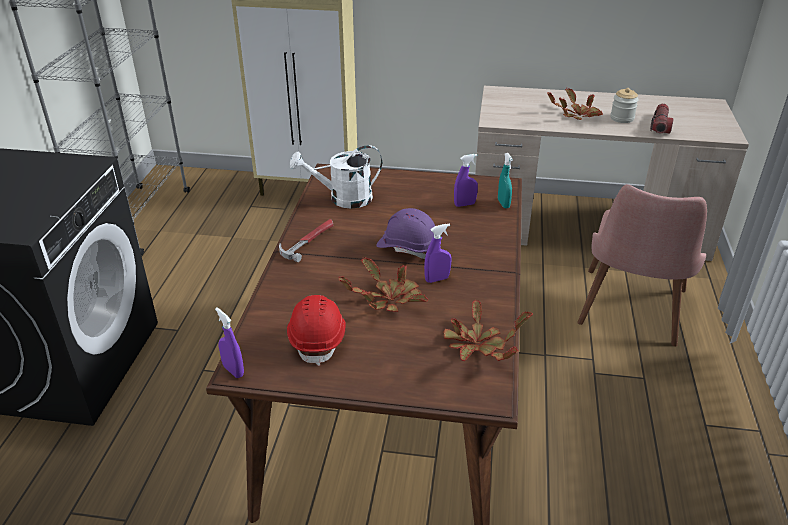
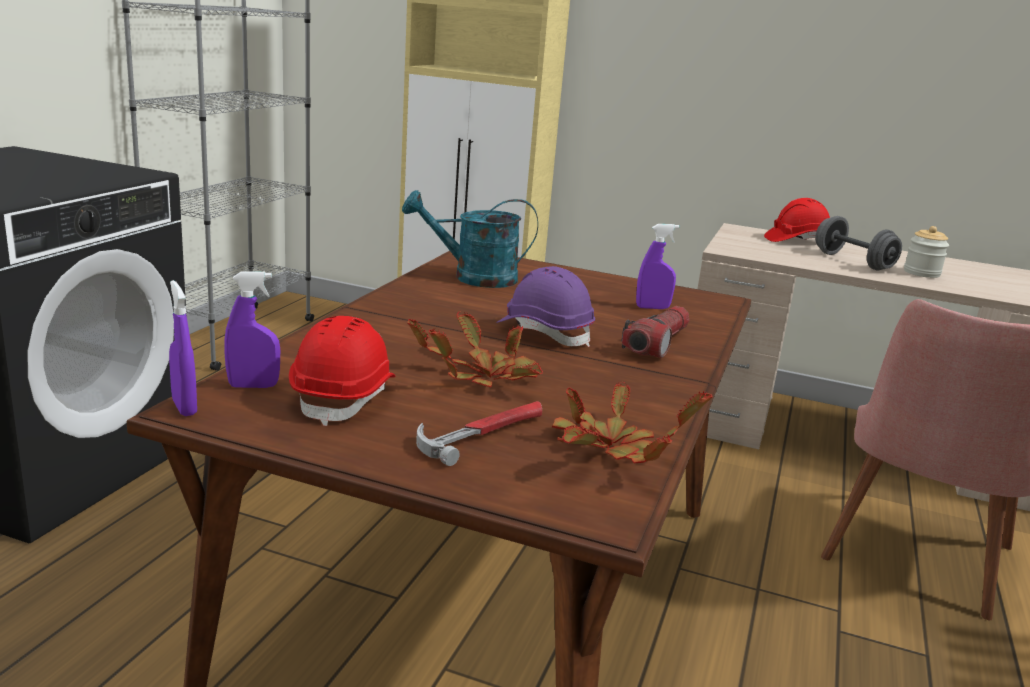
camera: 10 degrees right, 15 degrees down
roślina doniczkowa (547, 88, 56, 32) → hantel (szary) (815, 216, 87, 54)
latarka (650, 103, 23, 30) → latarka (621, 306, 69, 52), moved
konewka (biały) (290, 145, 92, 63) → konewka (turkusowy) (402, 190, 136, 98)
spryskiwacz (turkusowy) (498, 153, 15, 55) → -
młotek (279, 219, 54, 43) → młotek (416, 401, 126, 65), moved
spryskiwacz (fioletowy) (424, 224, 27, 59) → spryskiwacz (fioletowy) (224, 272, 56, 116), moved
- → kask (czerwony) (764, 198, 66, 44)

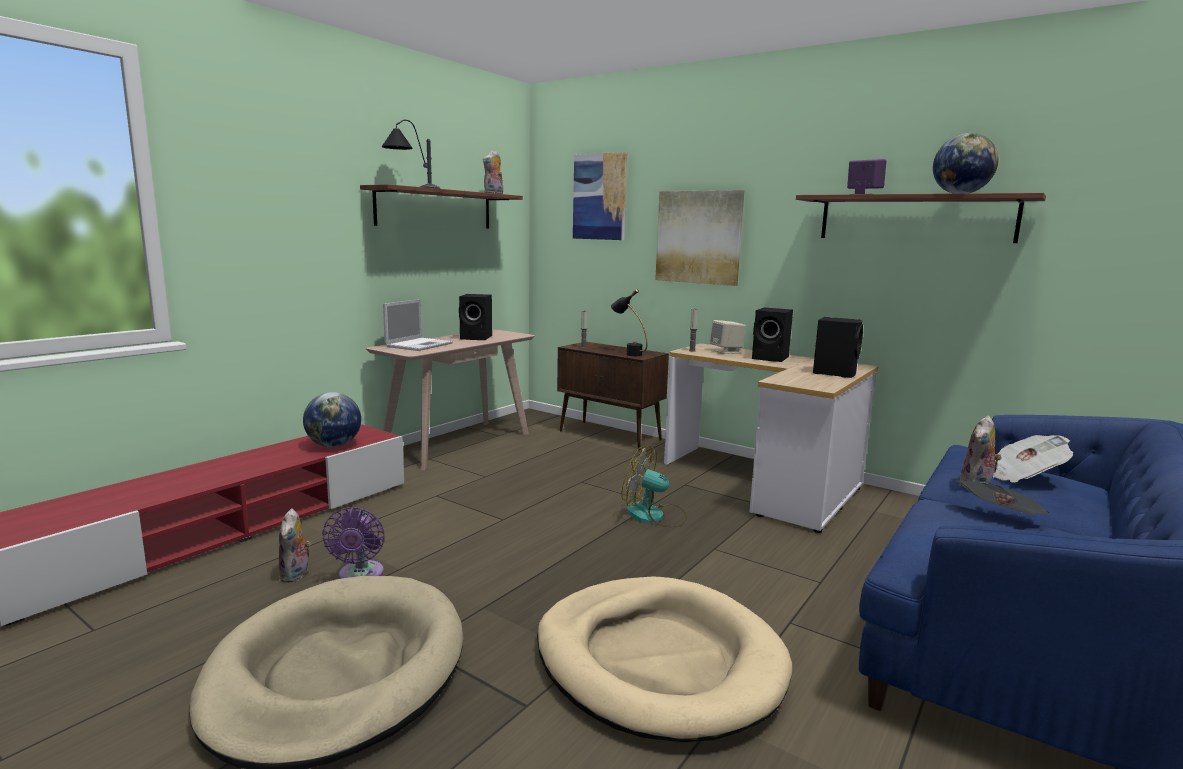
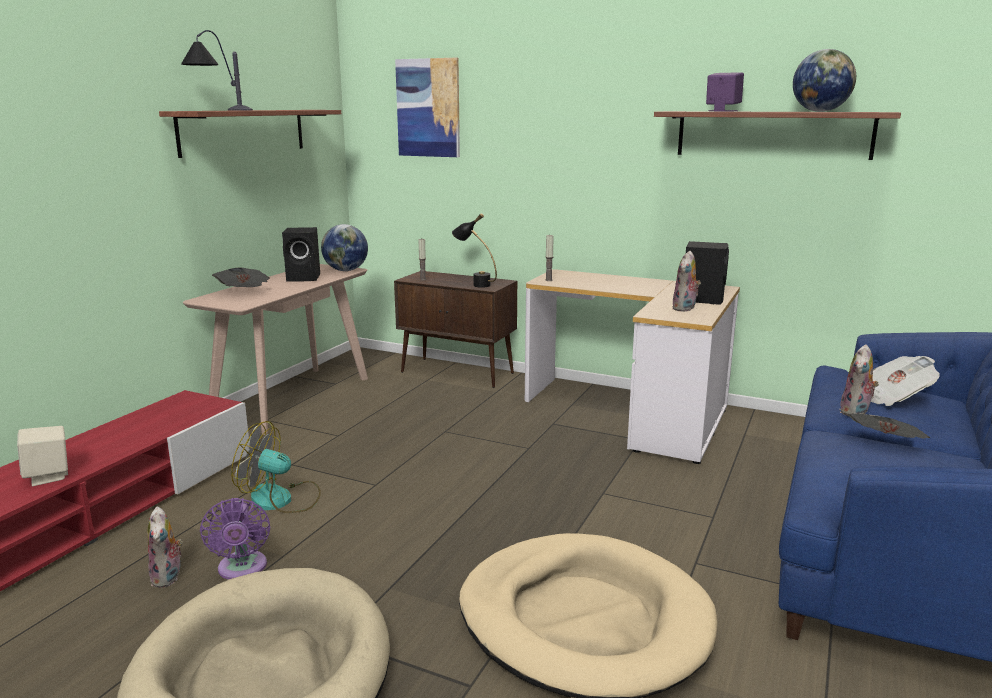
camera: 10 degrees left, 5 degrees up
pluszak (483, 151, 20, 43) → pluszak (672, 251, 29, 61), moved
obraz (655, 190, 89, 96) → -
laptop (383, 299, 70, 52) → gazeta (212, 268, 58, 19)
głośnik (czarny) (752, 308, 41, 54) → -
głośnik (beżowy) (710, 320, 36, 34) → głośnik (beżowy) (17, 426, 51, 60), moved
globus (303, 392, 58, 55) → globus (321, 224, 47, 47), moved
wentylator (621, 445, 66, 82) → wentylator (231, 421, 90, 92), moved

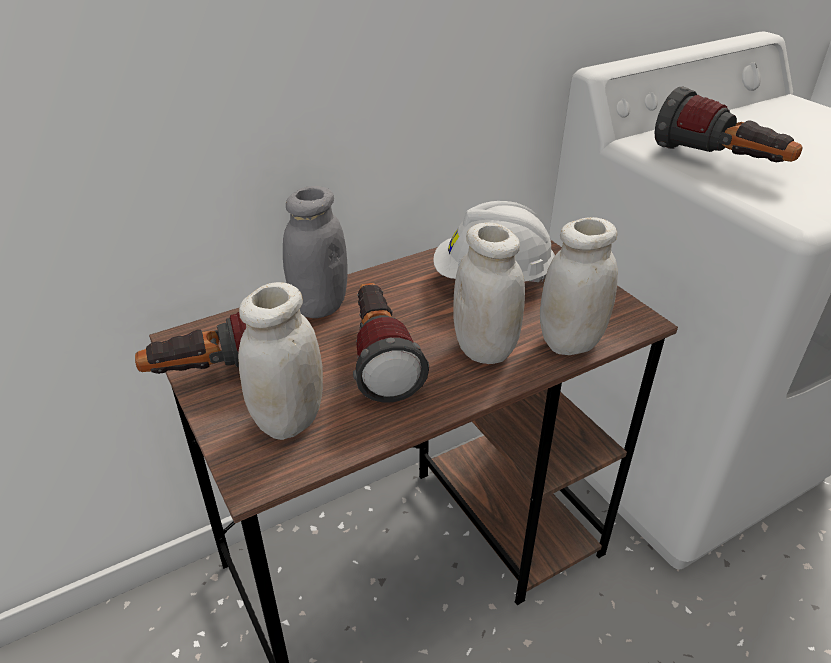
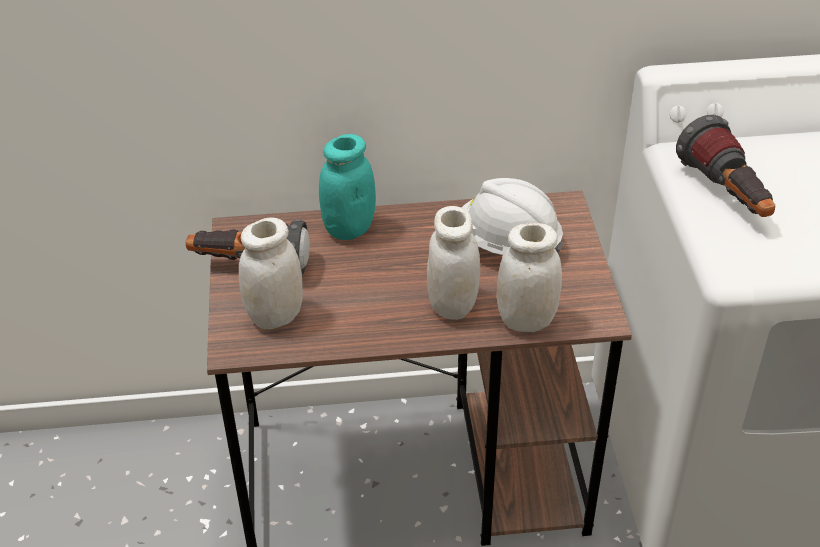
camera: 25 degrees right, 5 degrees up
słoik (szary) (283, 186, 64, 132) → słoik (turkusowy) (319, 134, 57, 106)
latarka (353, 283, 76, 120) → -

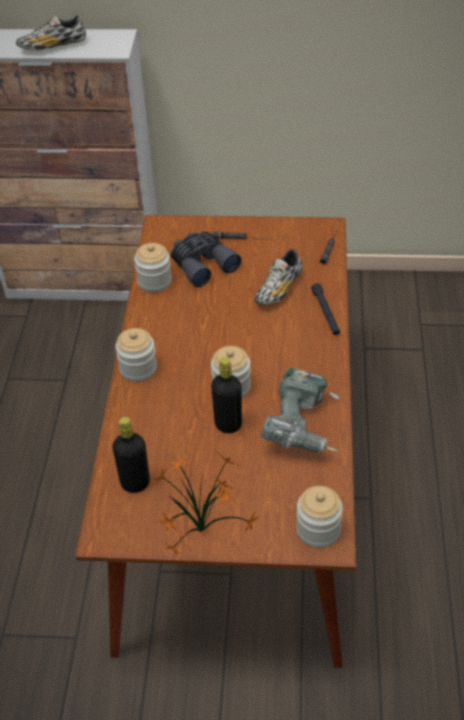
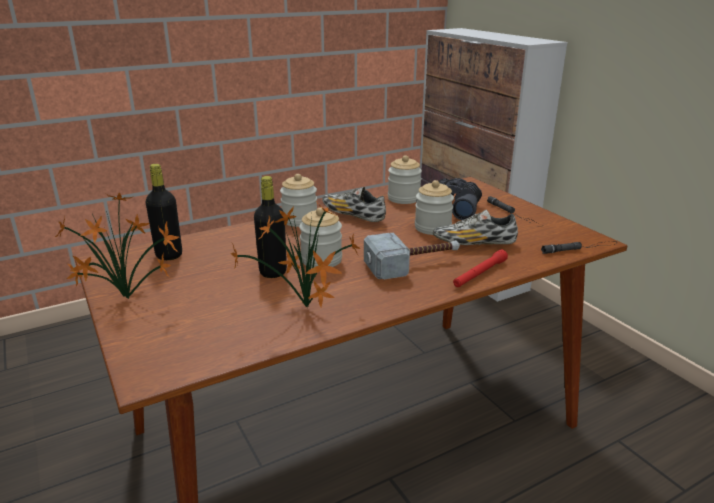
camera: 55 degrees right, 20 degrees down
but (16, 15, 70, 35) → but (322, 187, 64, 35), moved
latarka (czarny) (311, 283, 29, 52) → latarka (czerwony) (453, 249, 55, 38)
wiertarka (261, 368, 79, 85) → roślina doniczkowa (231, 201, 129, 106)
słoik (296, 486, 47, 62) → słoik (415, 180, 39, 55), moved
- → młotek (364, 233, 96, 46)

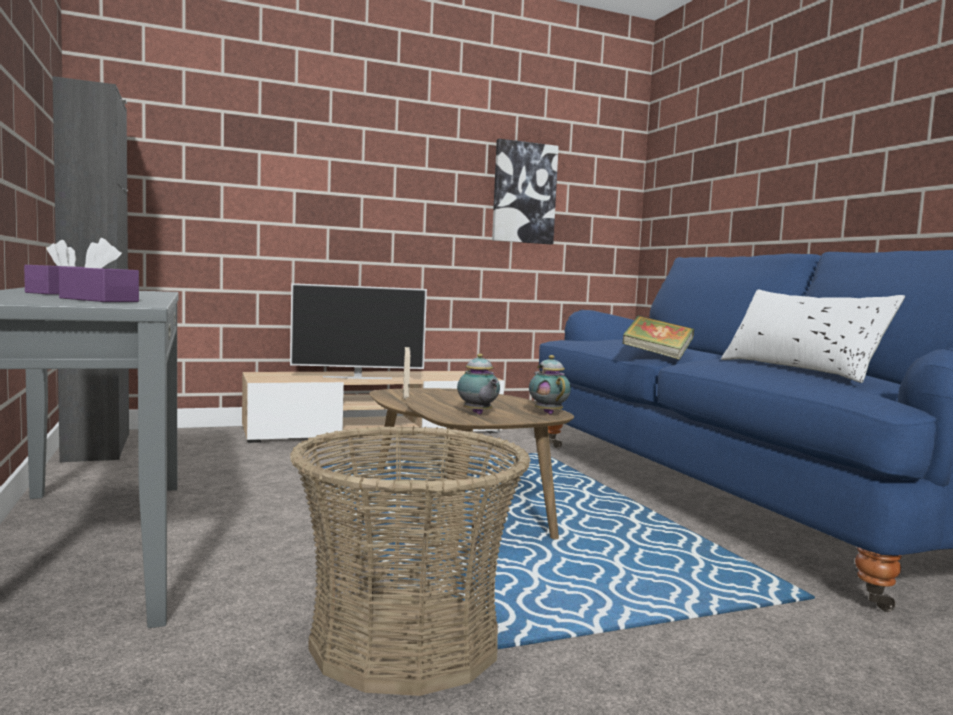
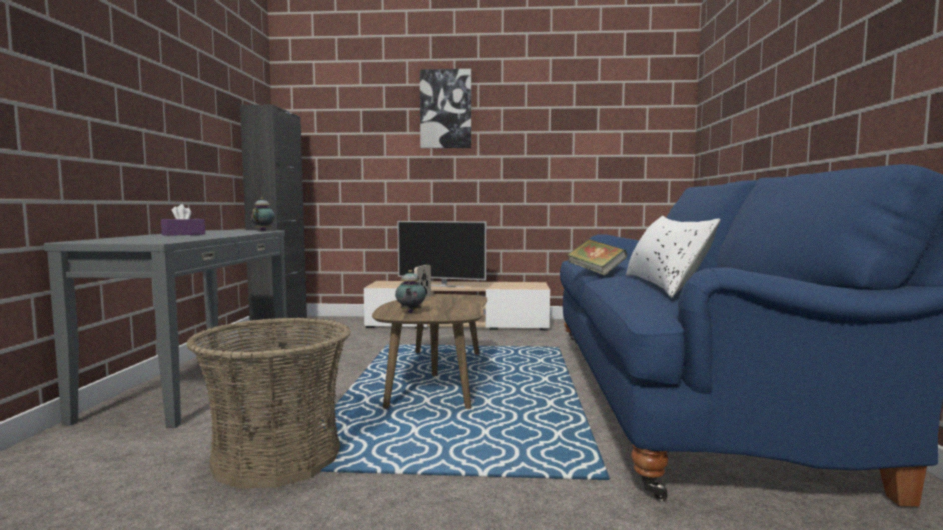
camera: 25 degrees right, 0 degrees up
obraz (492, 139, 67, 105) → obraz (420, 69, 51, 79), moved
pudełko chusteczek (fioletowy) (59, 238, 80, 64) → -
imbryk (529, 355, 42, 60) → imbryk (250, 197, 25, 34), moved

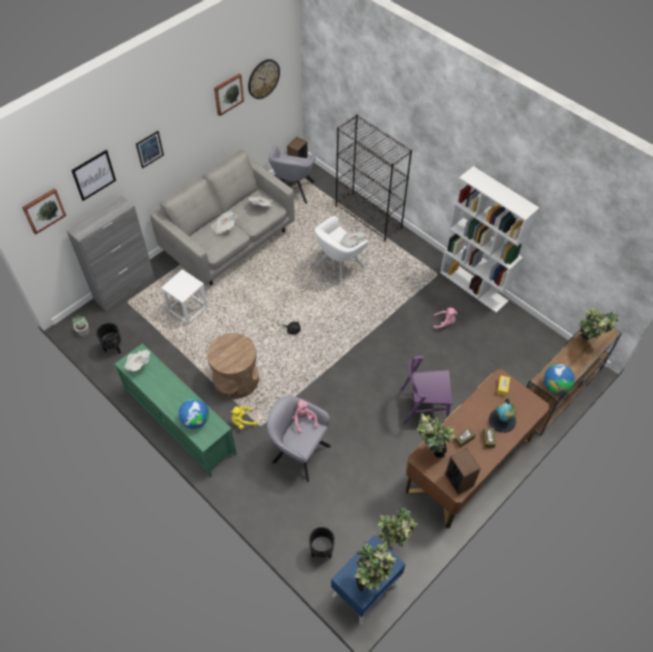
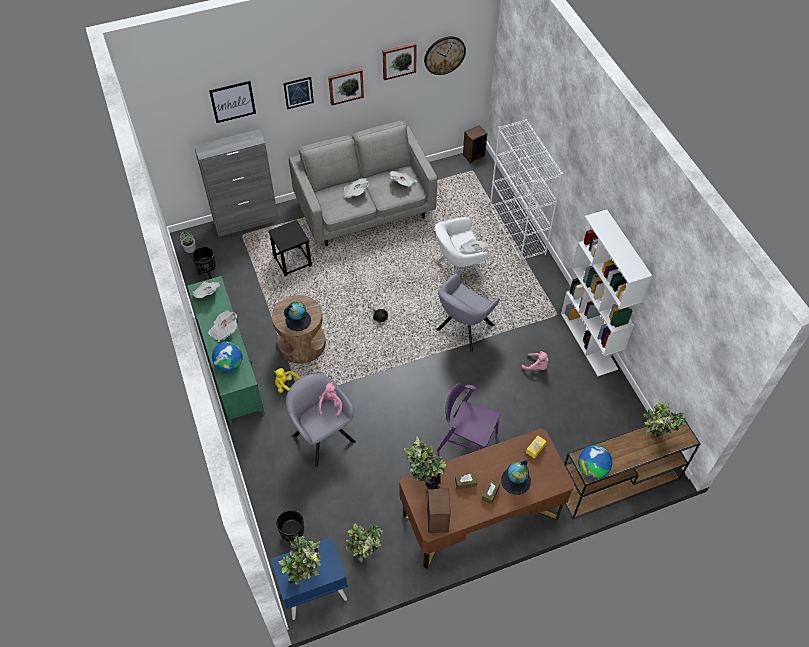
camera: 25 degrees right, 0 degrees up
regał (czarny) (335, 114, 77, 128) → regał (biały) (489, 119, 74, 144)
fotel (szary) (268, 145, 48, 59) → fotel (szary) (436, 274, 64, 78), moved
obraz (22, 188, 44, 47) → obraz (328, 68, 36, 37), moved
stołek (biały) (161, 269, 47, 56) → stołek (czarny) (268, 220, 44, 57)
- → globus (284, 301, 27, 30)
- → gazeta (208, 310, 29, 32)

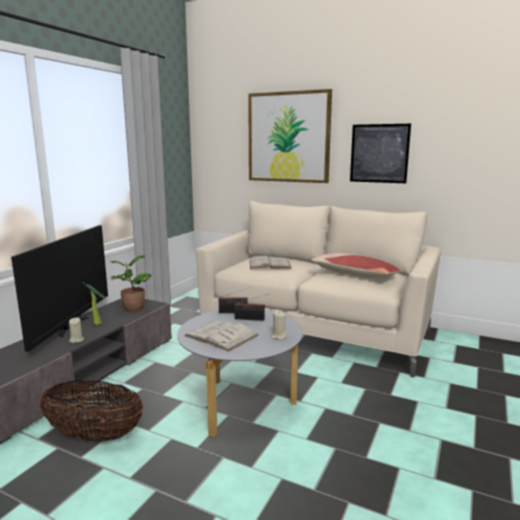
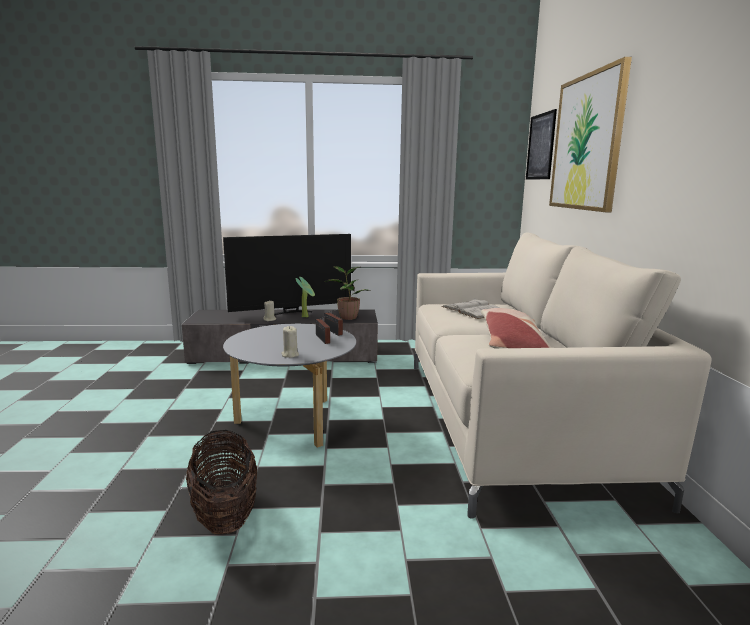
camera: 60 degrees right, 0 degrees up
obraz (350, 124, 61, 59) → obraz (526, 109, 31, 71), moved
książka (biały) (184, 320, 74, 32) → -
koszyk (40, 380, 103, 61) → koszyk (186, 430, 71, 105), moved

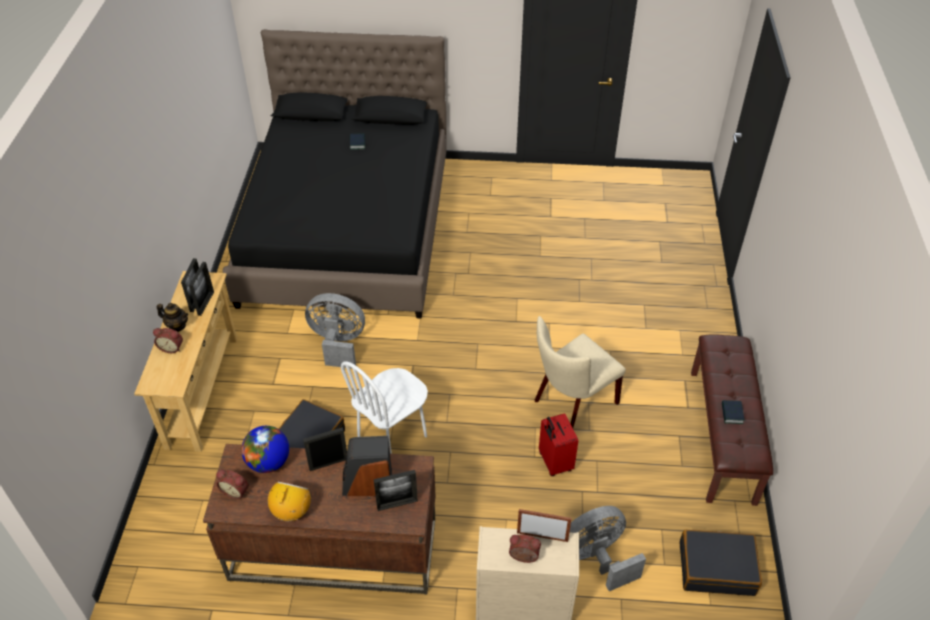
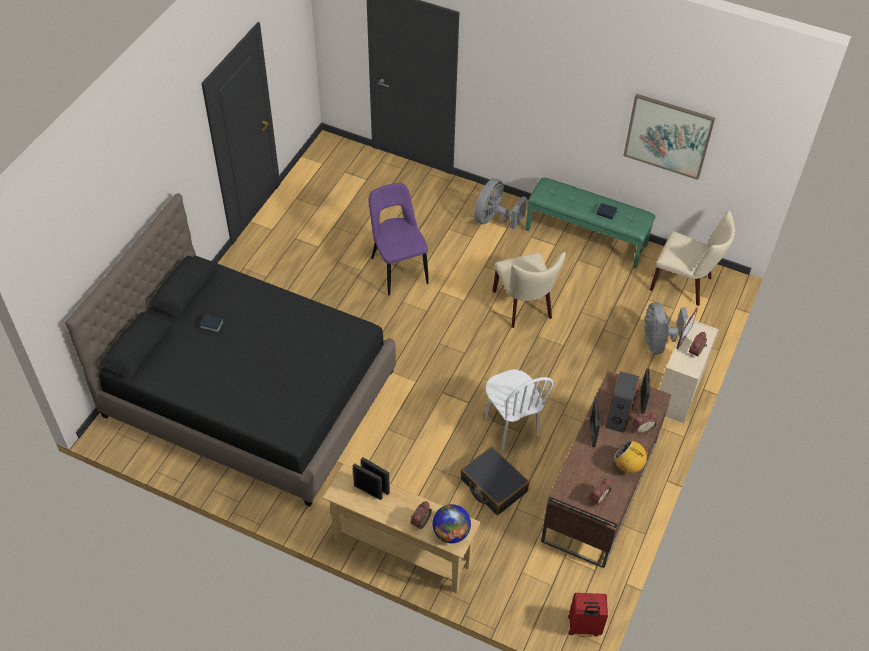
camera: 70 degrees left, 5 degrees up
wentylator (szary) (305, 293, 60, 76) → wentylator (szary) (474, 178, 53, 51), moved
imbryk (156, 303, 32, 29) → -
ławka (brązowy) (691, 334, 82, 172) → ławka (zielony) (526, 178, 129, 91)
walizka (czerwony) (539, 413, 39, 63) → walizka (czerwony) (568, 593, 40, 43), moved
globus (241, 426, 48, 47) → globus (432, 504, 39, 39), moved
walizka (czarny) (679, 530, 83, 66) → krzesło (beżowy) (650, 211, 85, 95)
- → obraz (623, 94, 92, 86)
- → krzesło (fioletowy) (368, 183, 61, 112)
- → budzik (632, 412, 25, 22)

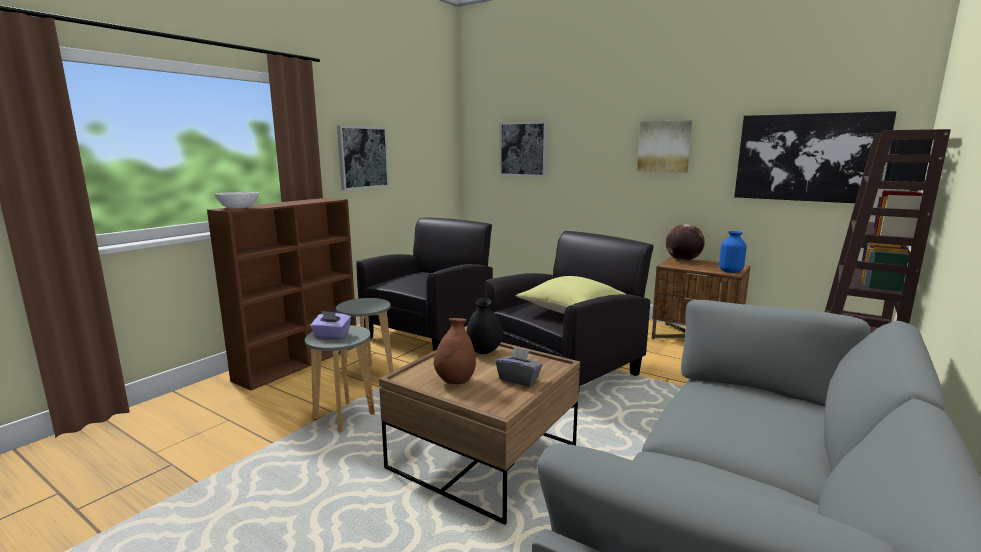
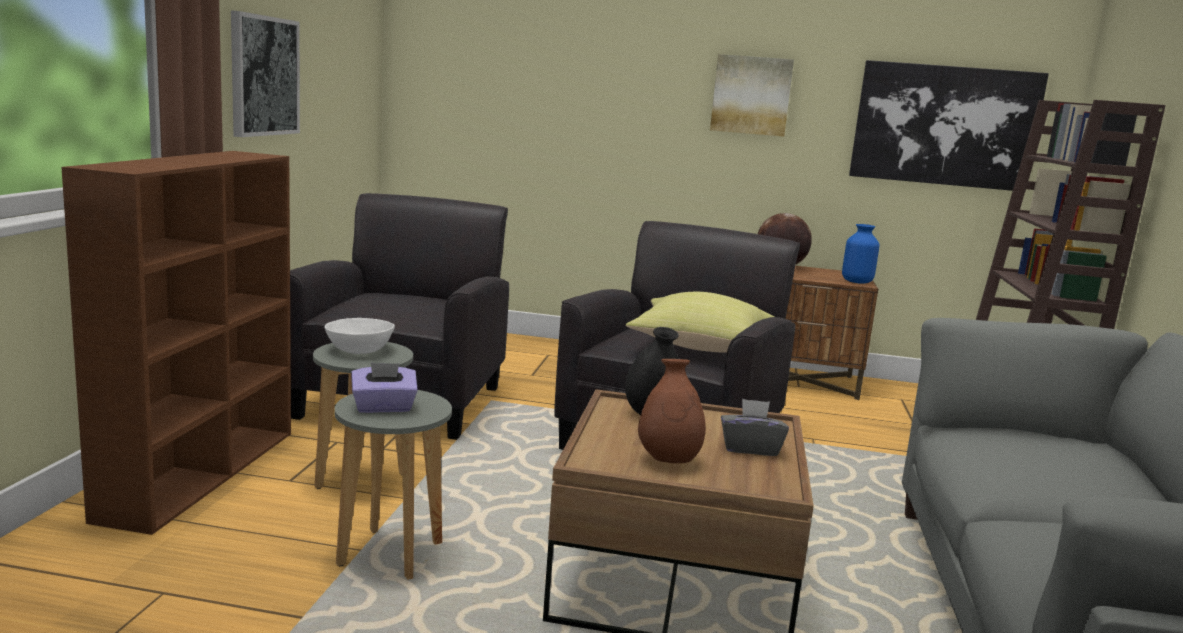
camera: 25 degrees left, 0 degrees up
obraz (500, 121, 48, 56) → -
miska (biały) (215, 192, 44, 17) → miska (biały) (324, 318, 71, 36), moved

